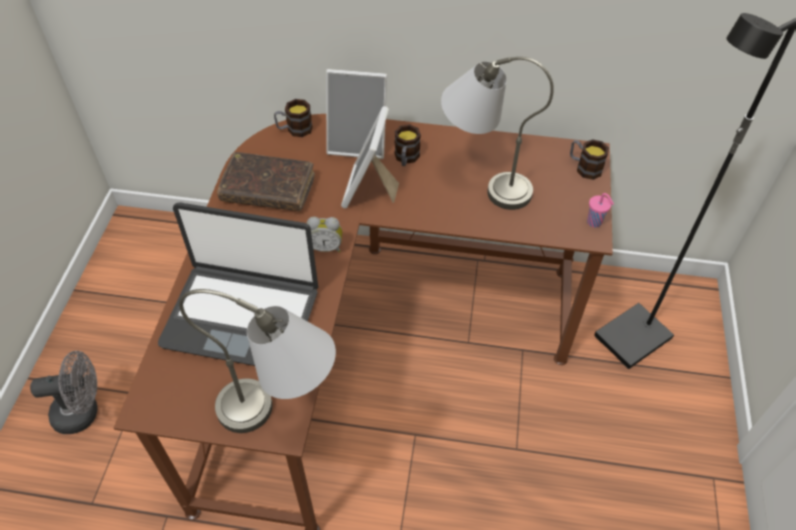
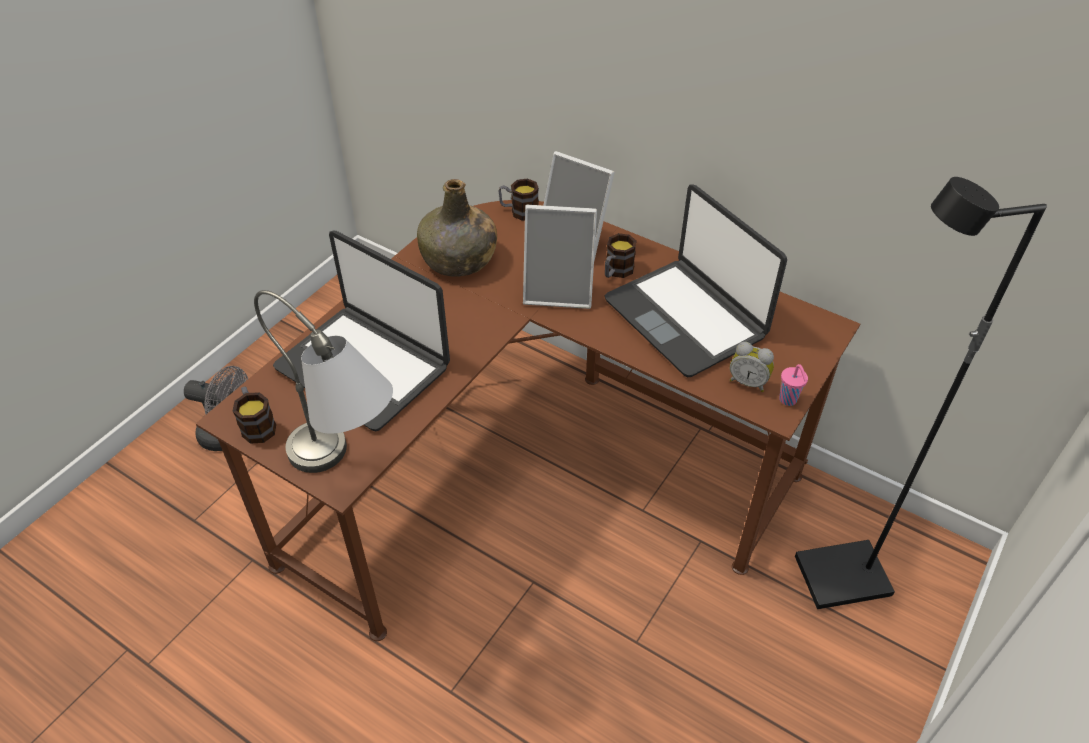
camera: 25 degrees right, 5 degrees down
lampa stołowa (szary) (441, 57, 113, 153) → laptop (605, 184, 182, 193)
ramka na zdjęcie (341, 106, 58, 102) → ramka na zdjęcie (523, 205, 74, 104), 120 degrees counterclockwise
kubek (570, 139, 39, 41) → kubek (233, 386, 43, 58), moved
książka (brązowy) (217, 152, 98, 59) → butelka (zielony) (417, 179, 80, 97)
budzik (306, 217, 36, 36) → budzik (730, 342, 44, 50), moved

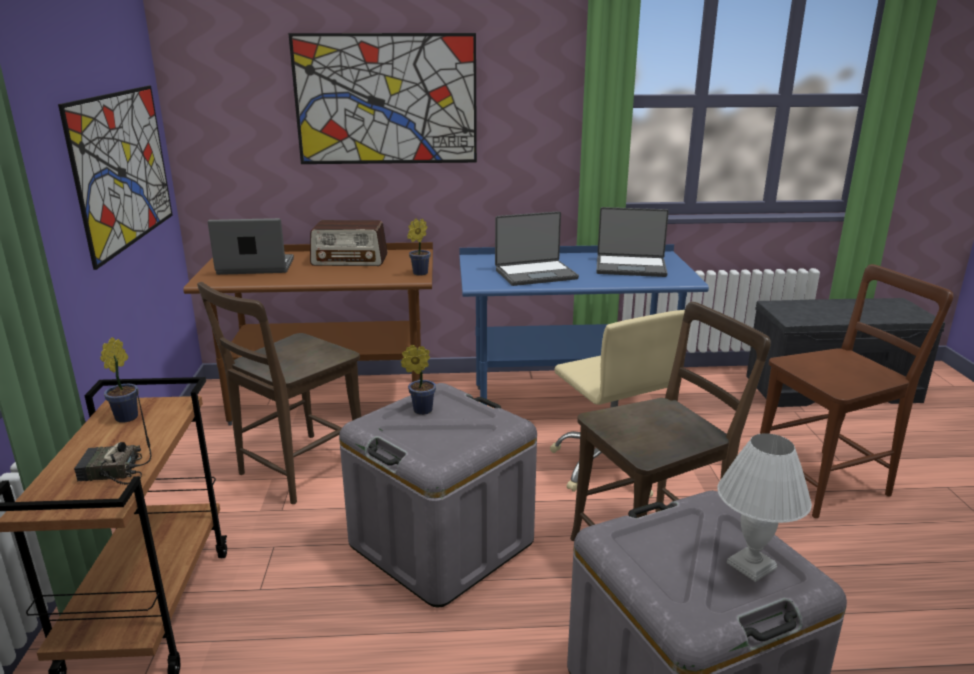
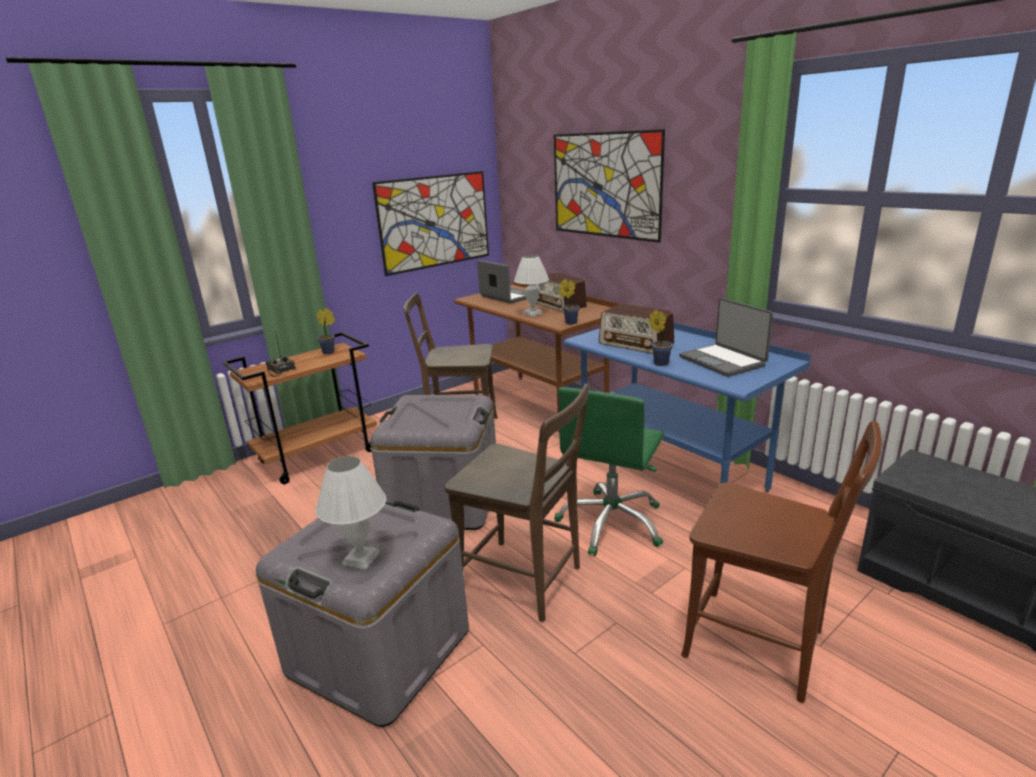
camera: 55 degrees right, 0 degrees up
laptop (495, 211, 84, 75) → radio (599, 304, 75, 50)
krzesło biurowe (beżowy) (550, 310, 135, 187) → krzesło biurowe (zielony) (554, 387, 110, 169)
roślina doniczkowa (401, 345, 35, 70) → roślina doniczkowa (648, 309, 25, 57), moved
- → lampa stołowa (biały) (514, 255, 35, 62)

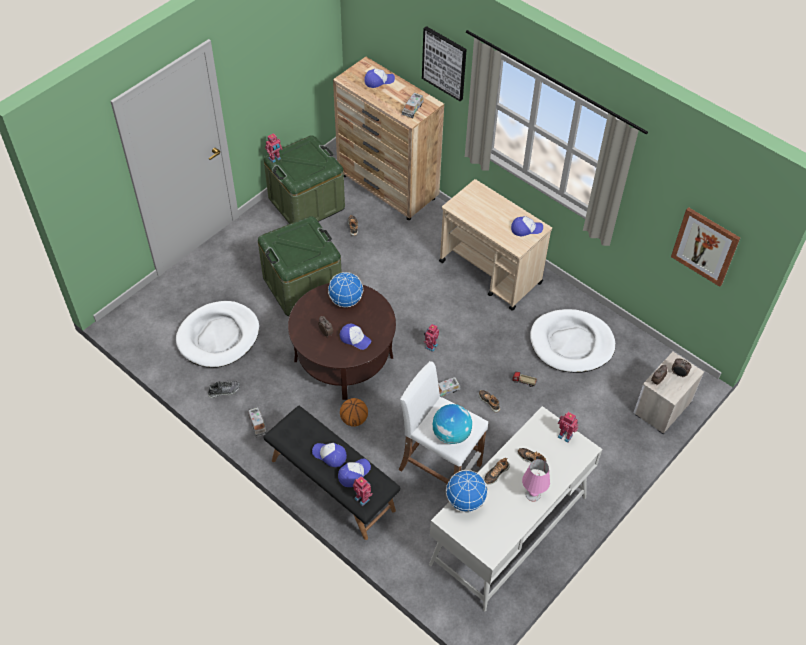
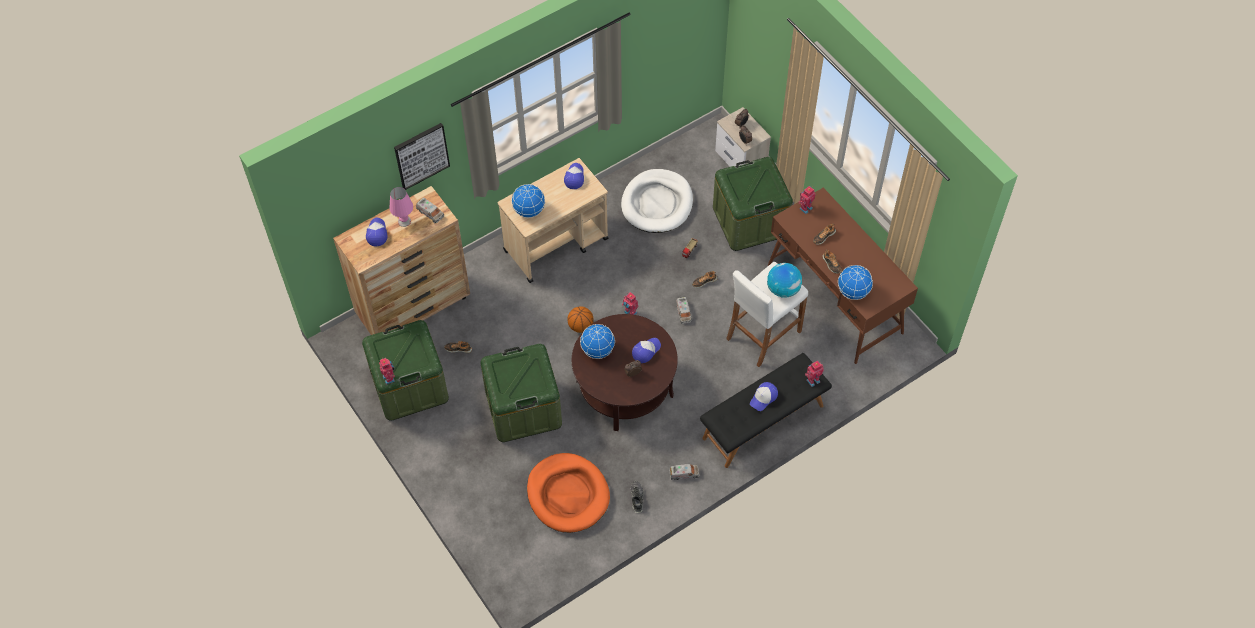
camera: 75 degrees left, 5 degrees up
obraz (671, 207, 69, 80) → -
legowisko (biały) (176, 301, 83, 67) → legowisko (pomarańczowy) (527, 453, 83, 80)
piłka do koszykówki (340, 398, 28, 29) → piłka do koszykówki (567, 306, 27, 27), moved
biurko (biały) (429, 406, 173, 205) → biurko (brązowy) (768, 188, 150, 176)
czapka z daszkiem (338, 459, 33, 28) → -
lampa stołowa (różowy) (522, 459, 28, 43) → lampa stołowa (różowy) (389, 187, 24, 40), moved
- → pojemnik do przechowywania (zielony) (713, 157, 80, 94)
- → globus (511, 184, 34, 34)

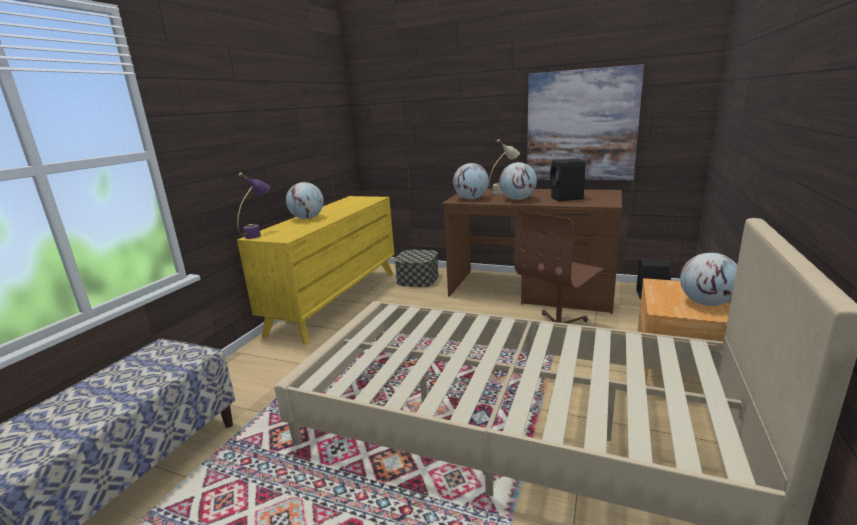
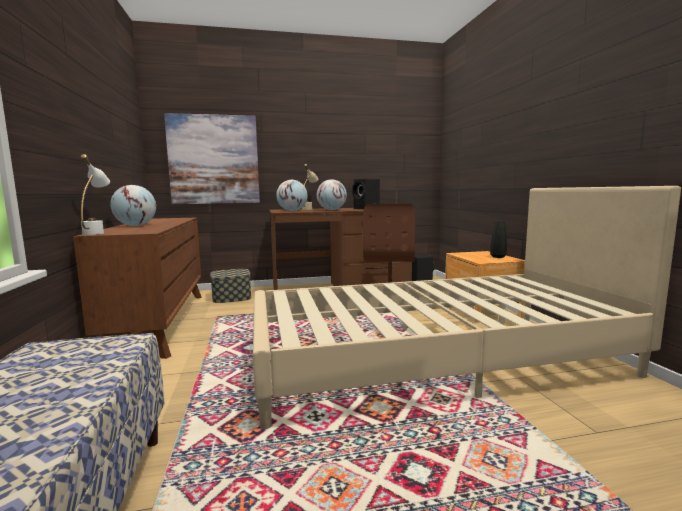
camera: 35 degrees left, 10 degrees down
obraz (527, 64, 117, 116) → obraz (164, 113, 96, 91), moved
lampa stołowa (fioletowy) (237, 173, 33, 66) → lampa stołowa (biały) (81, 154, 29, 81)
komoda (żółty) (237, 196, 158, 149) → komoda (brązowy) (73, 217, 129, 142)
globus (680, 253, 57, 53) → wazon (czarny) (490, 222, 17, 36)

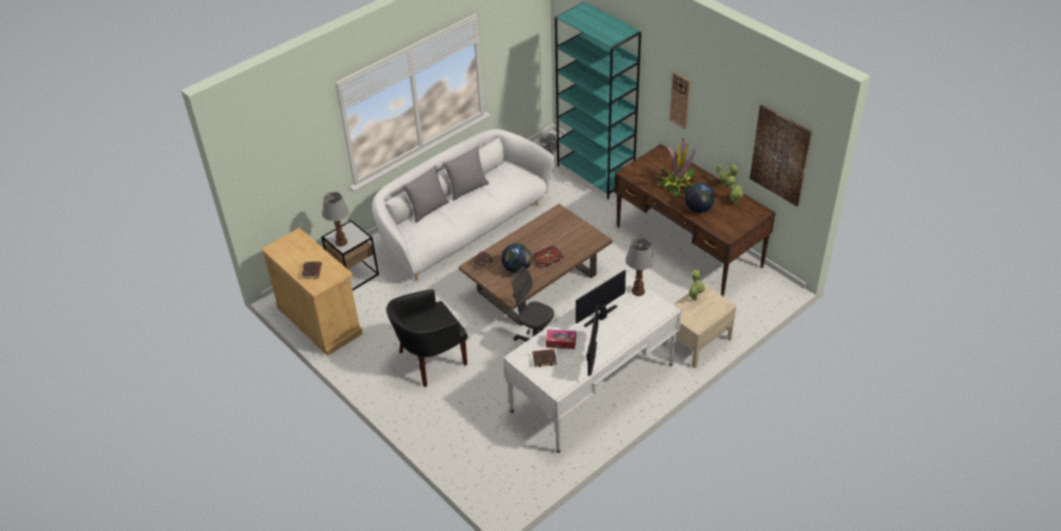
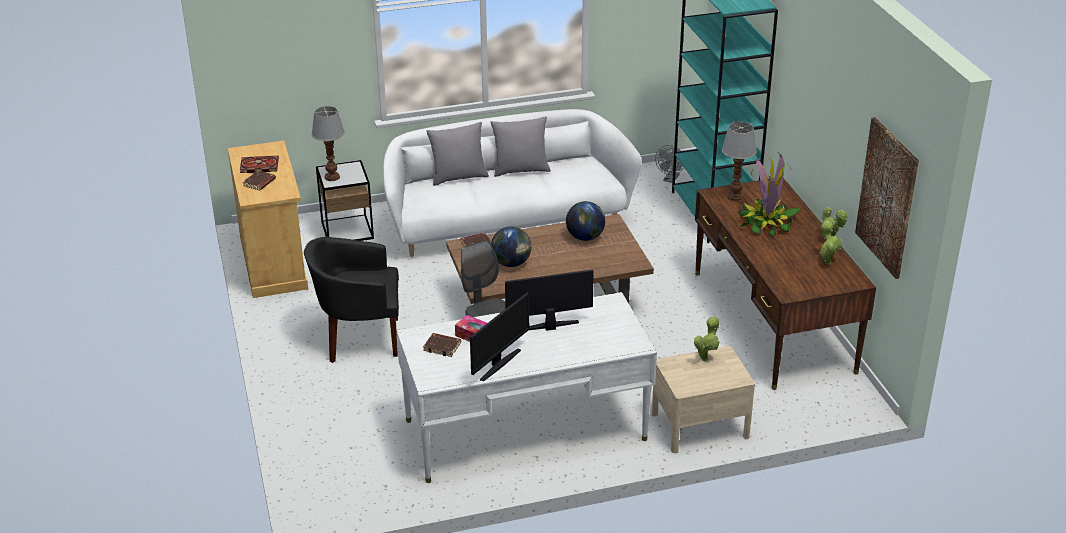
camera: 25 degrees right, 10 degrees down
zegar ścienny (670, 72, 20, 57) → -
globus (685, 183, 30, 30) → globus (566, 201, 39, 40), moved
lampa stołowa (626, 238, 28, 58) → lampa stołowa (722, 121, 35, 81), moved
książka (531, 245, 33, 24) → książka (240, 156, 39, 17), moved

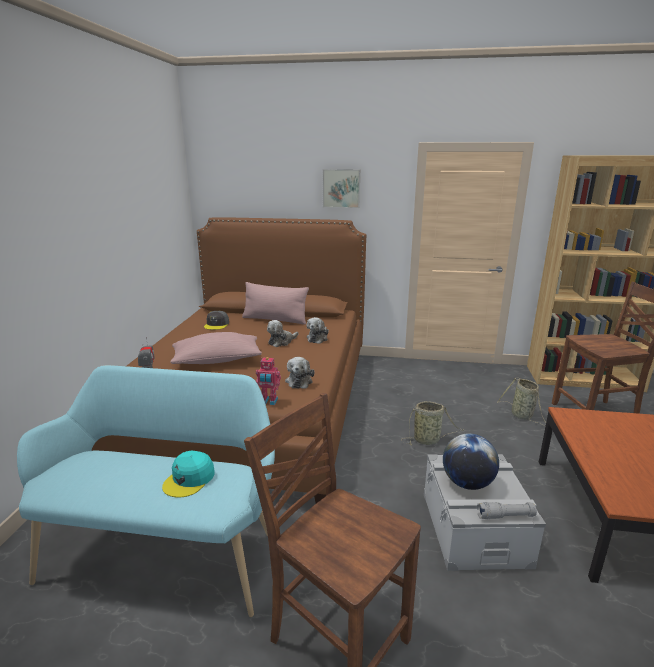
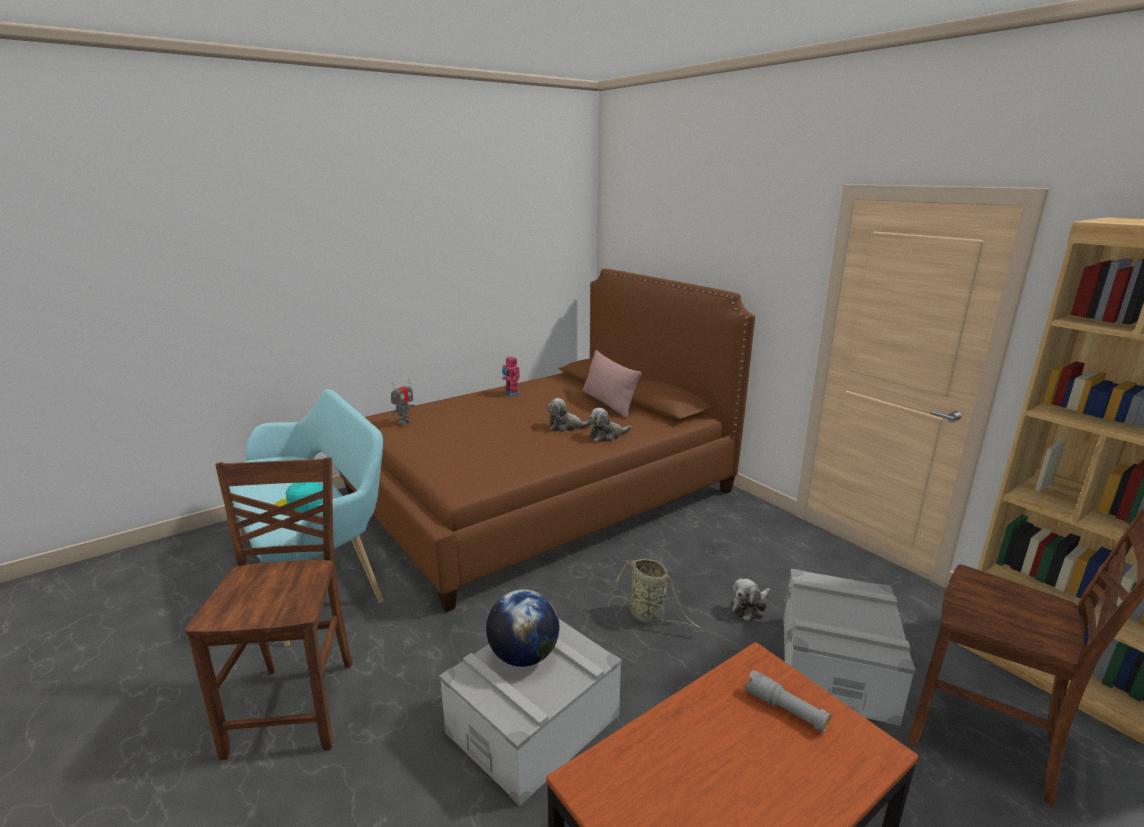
camera: 45 degrees right, 0 degrees up
obraz (323, 169, 37, 39) → -
czapka z daszkiem (szary) (204, 311, 25, 19) → -
poduszka (różowy) (170, 332, 92, 32) → -
robot zabawkowy (256, 357, 25, 48) → robot zabawkowy (502, 356, 18, 40), moved
pluszak (285, 357, 29, 32) → pluszak (732, 579, 39, 43), moved
koszyk (498, 378, 48, 48) → pojemnik do przechowywania (szary) (783, 569, 132, 157)
latarka (szary) (477, 502, 60, 17) → latarka (szary) (745, 670, 86, 62), moved

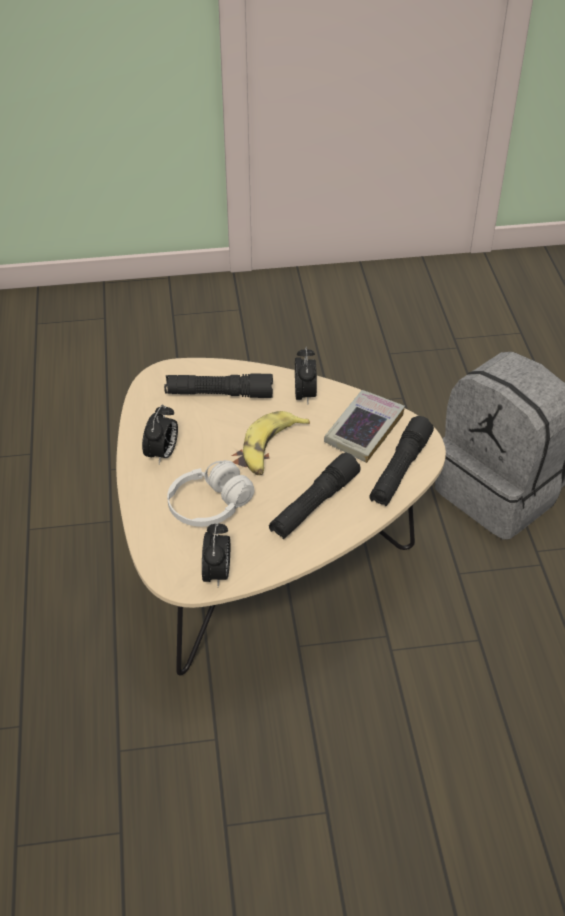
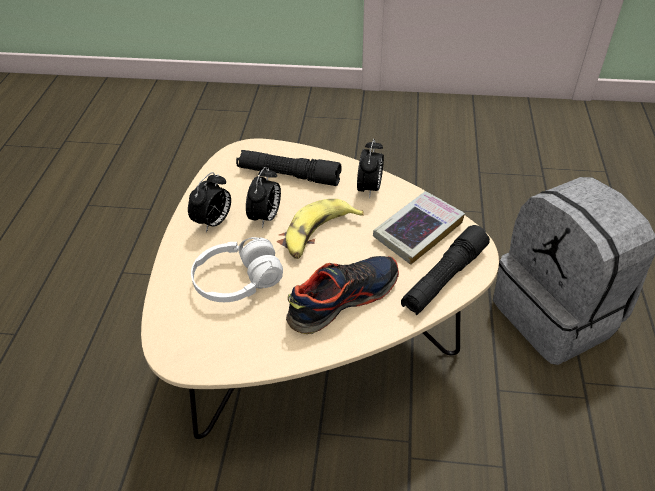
camera: 15 degrees right, 0 degrees up
latarka (czarny) (269, 453, 91, 86) → but (286, 256, 113, 78)
budzik (202, 523, 28, 64) → budzik (246, 167, 35, 61), moved

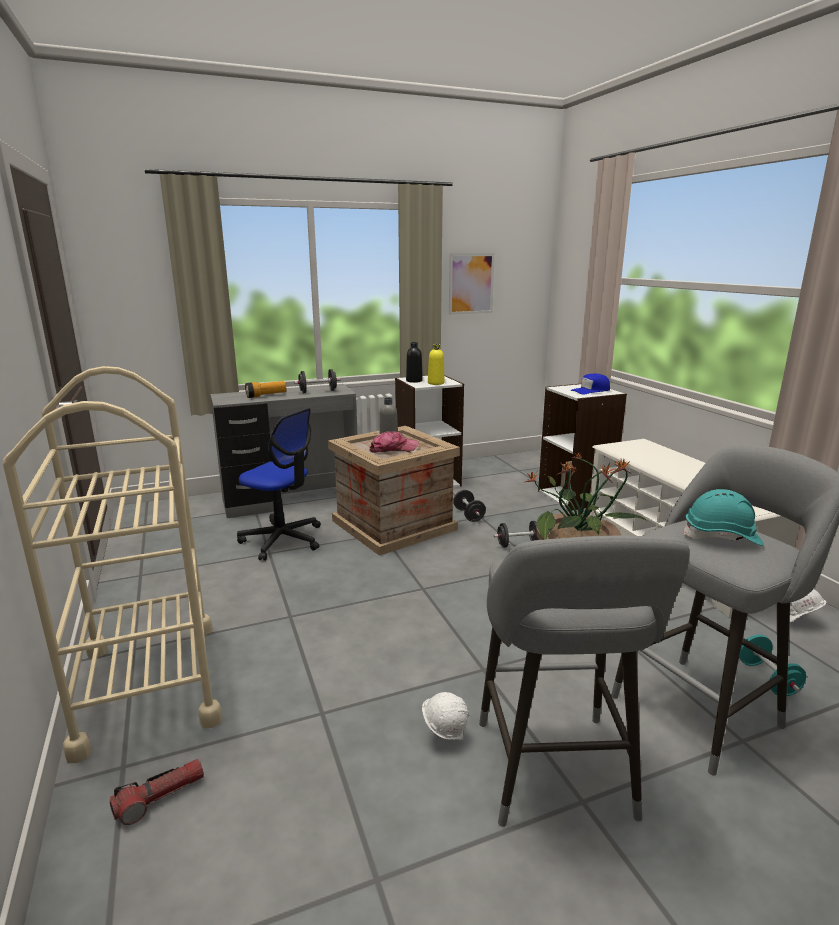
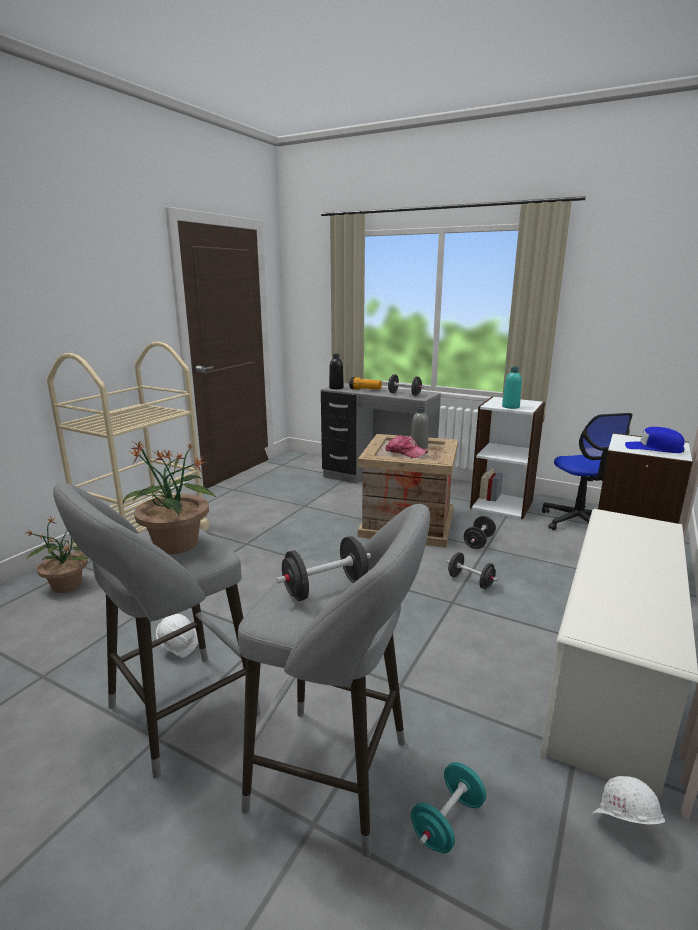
camera: 50 degrees right, 0 degrees up
obraz (449, 253, 46, 62) → -
butelka (czarny) (406, 342, 17, 41) → butelka (czarny) (329, 354, 15, 35), moved
butelka (żółty) (428, 344, 17, 41) → butelka (turkusowy) (502, 367, 20, 42)
krzesło biurowe (237, 408, 84, 153) → krzesło biurowe (542, 413, 90, 117), moved
kask (turkusowy) (683, 489, 81, 57) → hantel (czarny) (276, 536, 95, 65)
latarka (110, 759, 94, 66) → roślina doniczkowa (25, 517, 63, 76)

